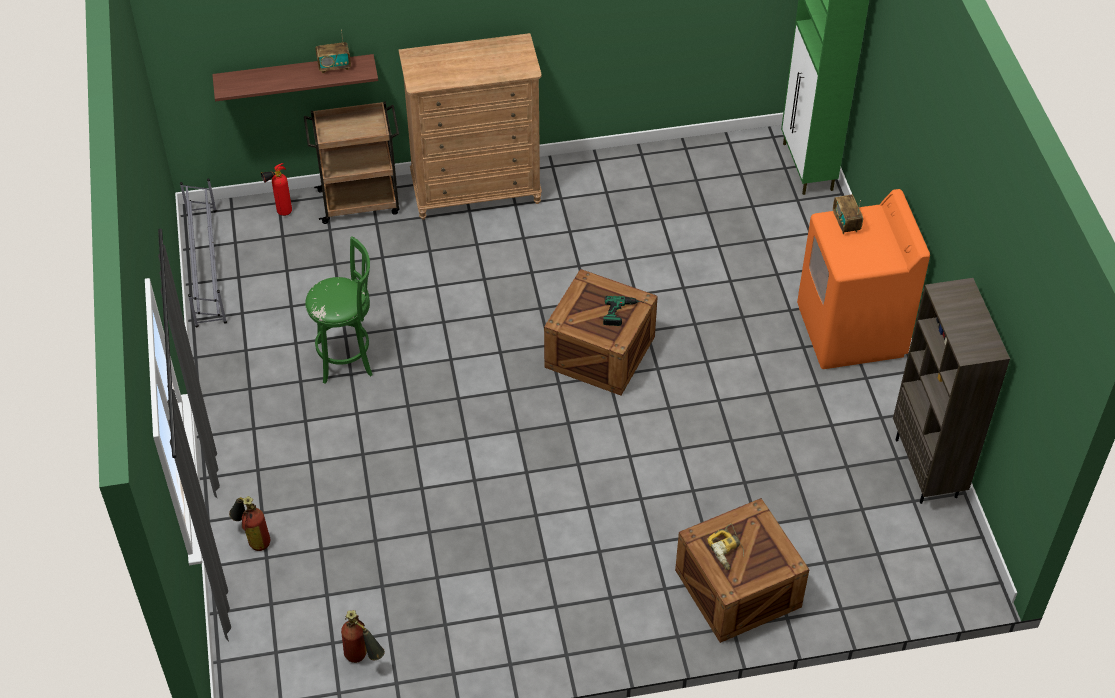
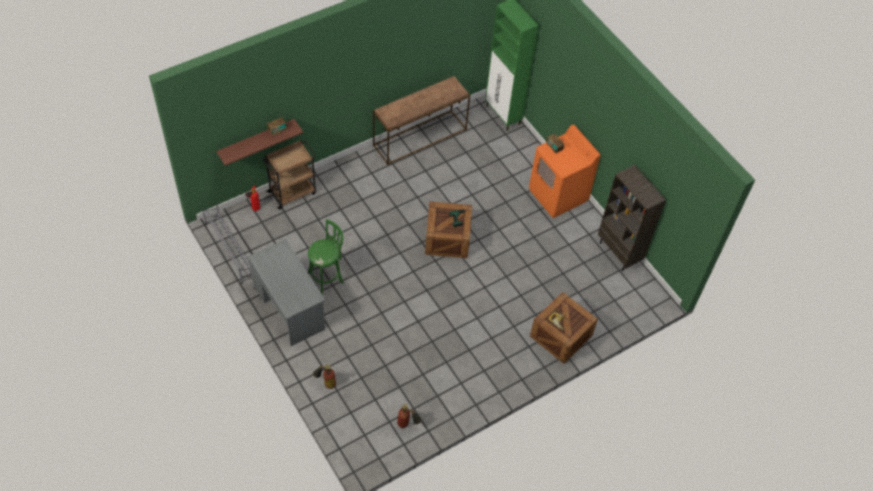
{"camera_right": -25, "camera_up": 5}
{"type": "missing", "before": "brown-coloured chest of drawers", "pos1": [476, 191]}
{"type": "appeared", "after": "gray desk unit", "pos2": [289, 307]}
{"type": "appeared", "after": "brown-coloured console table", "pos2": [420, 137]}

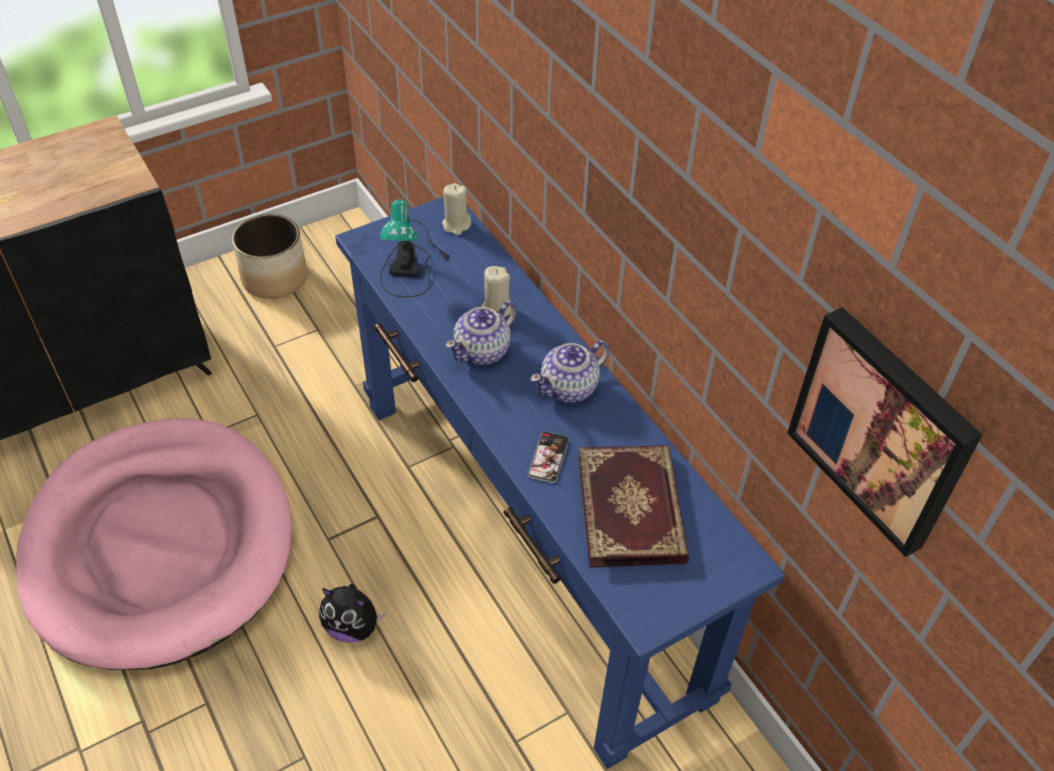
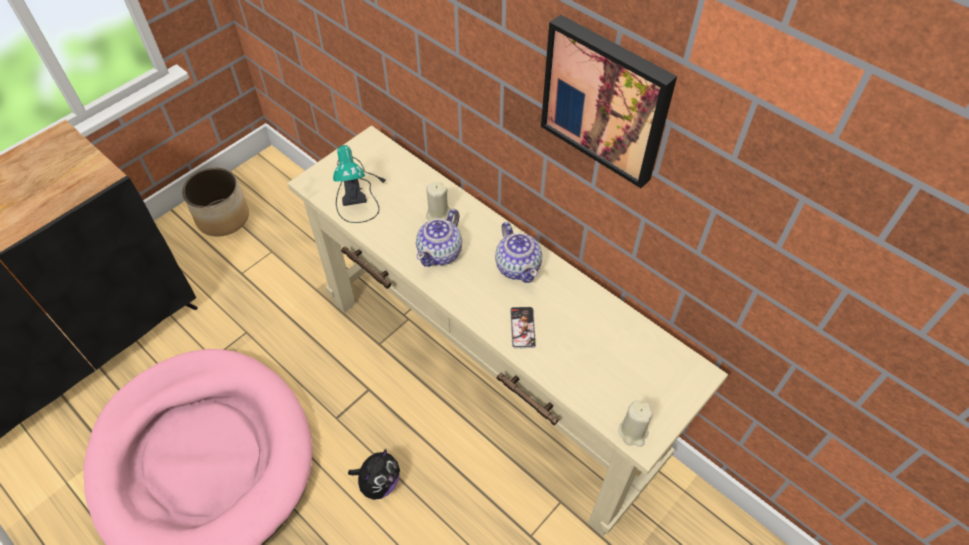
{"camera_right": -15, "camera_up": 5}
{"type": "missing", "before": "book", "pos1": [633, 508]}
{"type": "relocated", "before": "sand-coloured candle", "pos1": [456, 225], "pos2": [633, 432]}
{"type": "relocated", "before": "wall picture", "pos1": [883, 429], "pos2": [607, 100]}
{"type": "colour", "before": "blue-coloured console table", "after": "sand-coloured console table", "pos1": [526, 540], "pos2": [487, 378]}
{"type": "spun", "before": "soft toy", "pos1": [353, 627], "pos2": [379, 482], "turn": -60}
{"type": "spun", "before": "tea pot", "pos1": [570, 388], "pos2": [518, 266], "turn": -60}

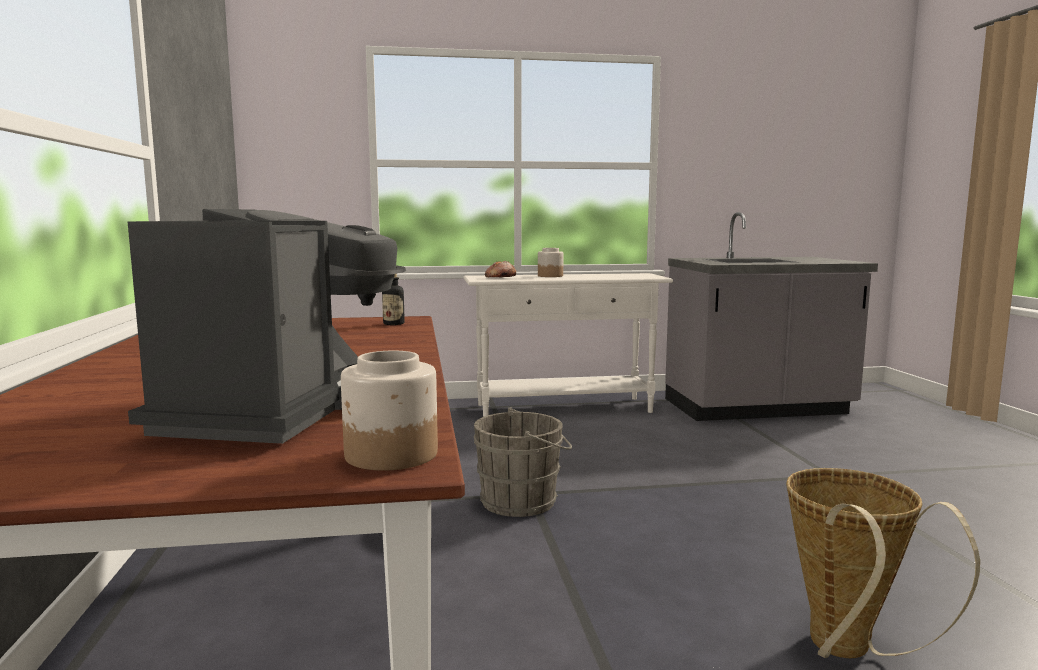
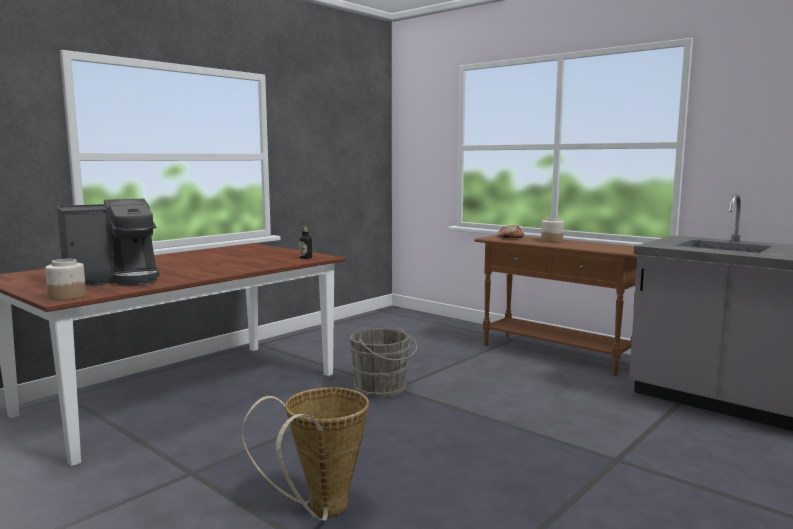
{"camera_right": 50, "camera_up": 0}
{"type": "colour", "before": "whitish console table", "after": "brown-coloured console table", "pos1": [564, 409], "pos2": [556, 354]}

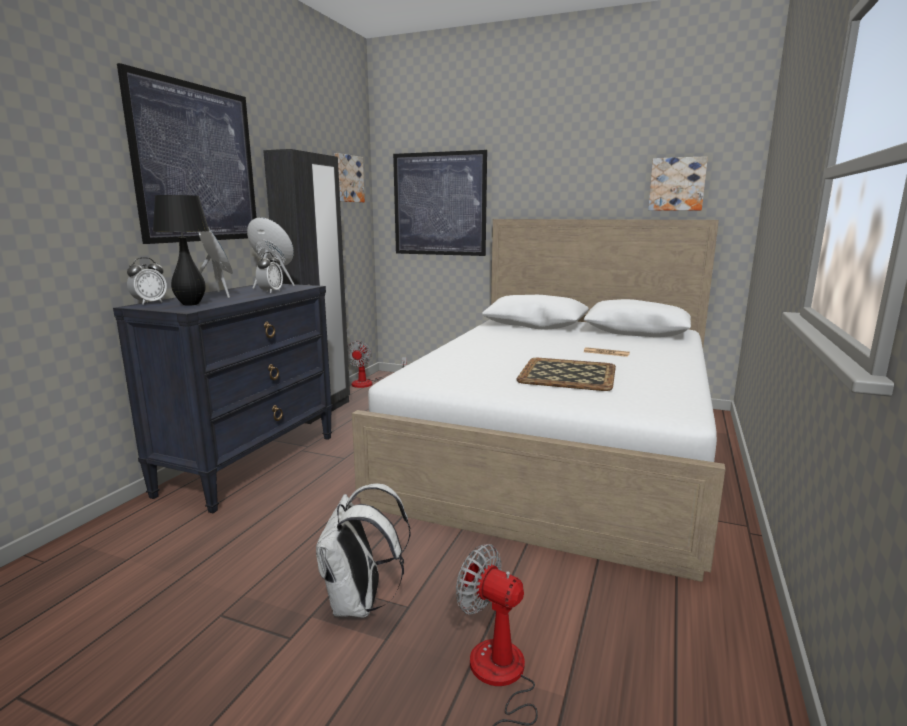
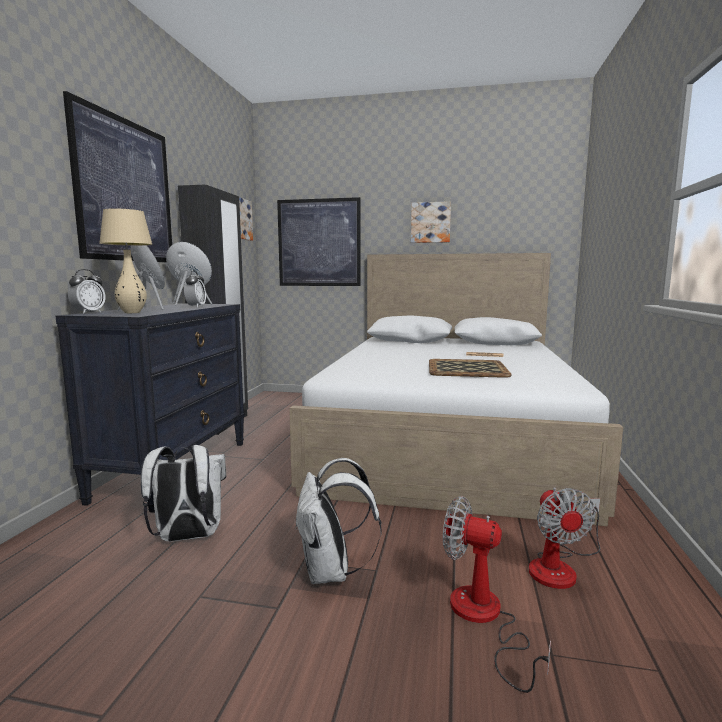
{"camera_right": -10, "camera_up": -5}
{"type": "appeared", "after": "whitish knapsack", "pos2": [187, 537]}
{"type": "relocated", "before": "cooling fan", "pos1": [369, 383], "pos2": [560, 567]}
{"type": "relocated", "before": "wall picture", "pos1": [677, 184], "pos2": [430, 222]}
{"type": "colour", "before": "blackish table lamp", "after": "sand-coloured table lamp", "pos1": [191, 304], "pos2": [132, 313]}

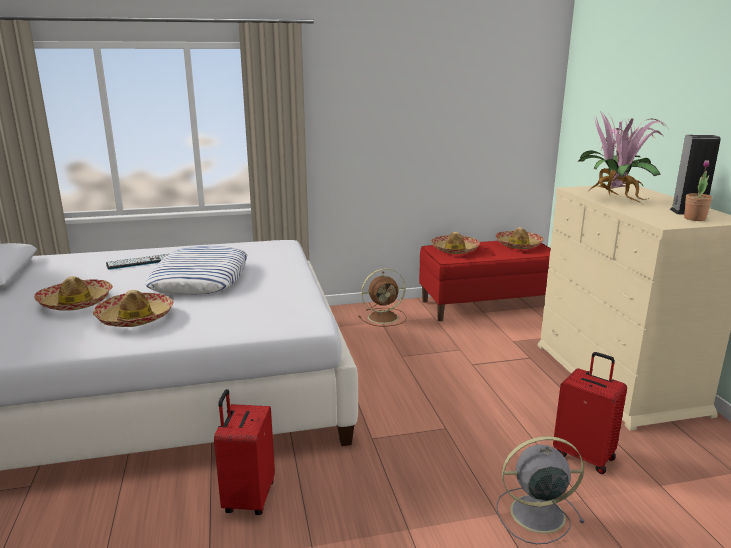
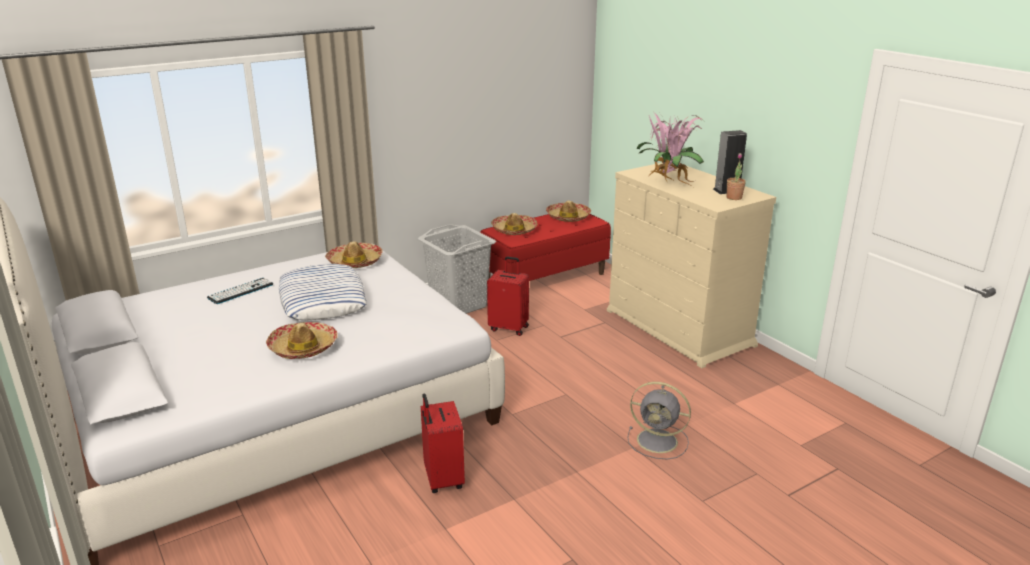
{"camera_right": -20, "camera_up": 5}
{"type": "relocated", "before": "hat", "pos1": [76, 302], "pos2": [355, 262]}
{"type": "relocated", "before": "red-coloured suitcase", "pos1": [584, 456], "pos2": [509, 328]}
{"type": "exchanged", "before": "brown-coloured cooling fan", "after": "gray laundry basket", "pos1": [384, 317], "pos2": [459, 305]}
{"type": "spun", "before": "gray cooling fan", "pos1": [535, 514], "pos2": [659, 441], "turn": -135}

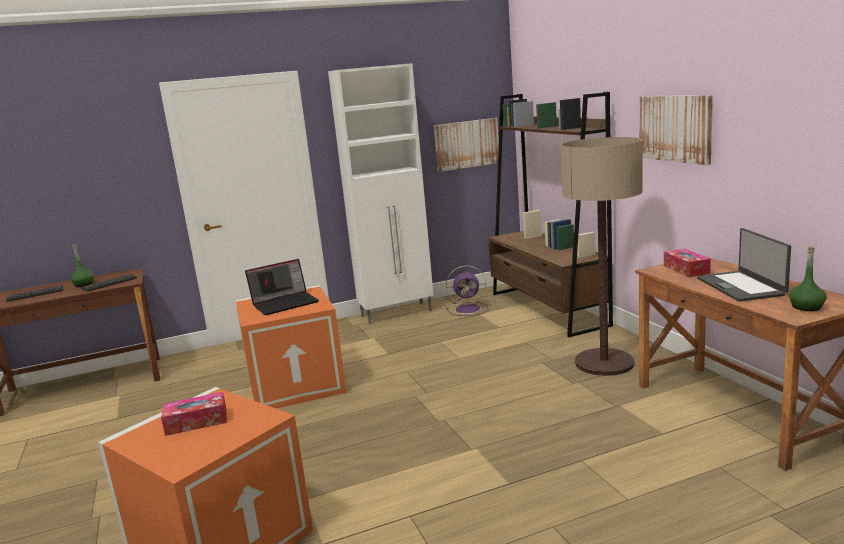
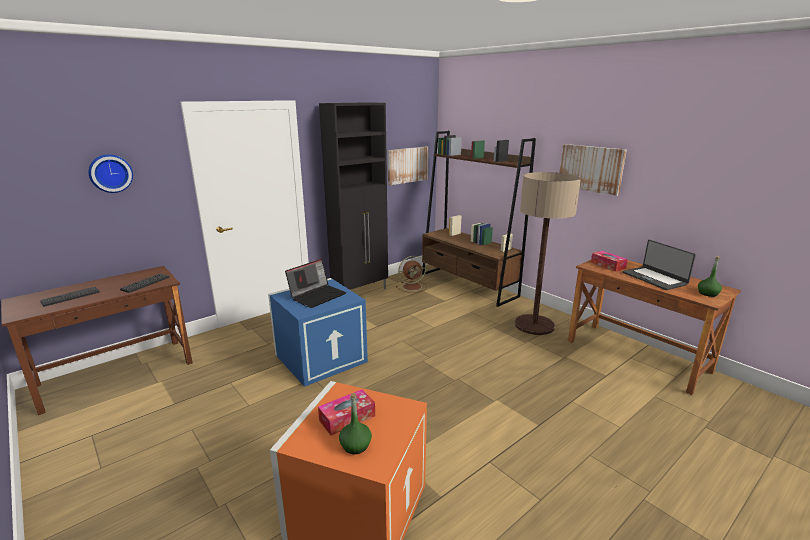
{"camera_right": -20, "camera_up": 5}
{"type": "appeared", "after": "wall clock", "pos2": [110, 173]}
{"type": "relocated", "before": "greenish beverage bottle", "pos1": [84, 284], "pos2": [355, 446]}
{"type": "colour", "before": "orangey storage container", "after": "blue-coloured storage container", "pos1": [297, 383], "pos2": [321, 357]}
{"type": "colour", "before": "whitish storage cabinet", "after": "blackish storage cabinet", "pos1": [397, 313], "pos2": [361, 291]}
{"type": "colour", "before": "purple cooling fan", "after": "brown-coloured cooling fan", "pos1": [469, 309], "pos2": [413, 287]}

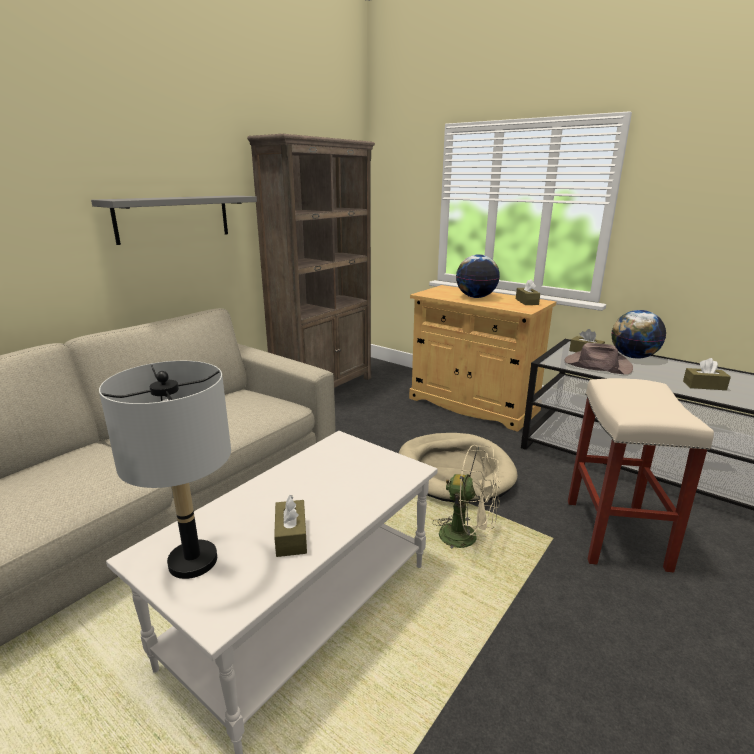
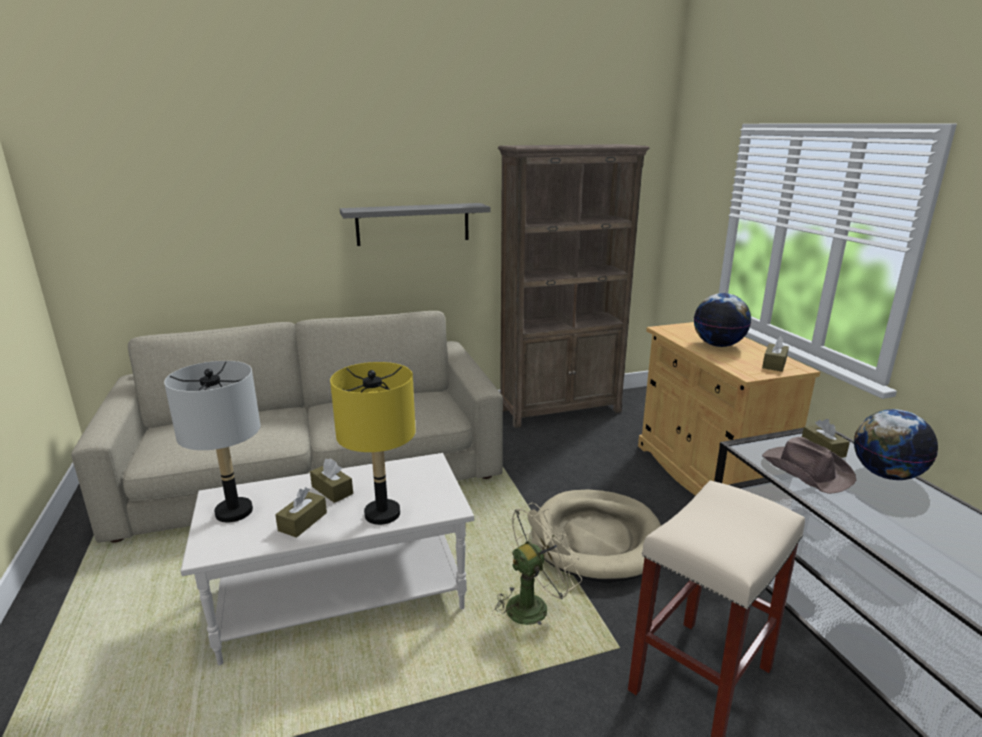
{"camera_right": 35, "camera_up": 0}
{"type": "appeared", "after": "yellow table lamp", "pos2": [382, 514]}
{"type": "relocated", "before": "brown-coloured tissue holder", "pos1": [704, 385], "pos2": [332, 490]}
{"type": "spun", "before": "sand-coloured cooling fan", "pos1": [467, 537], "pos2": [534, 605], "turn": -90}

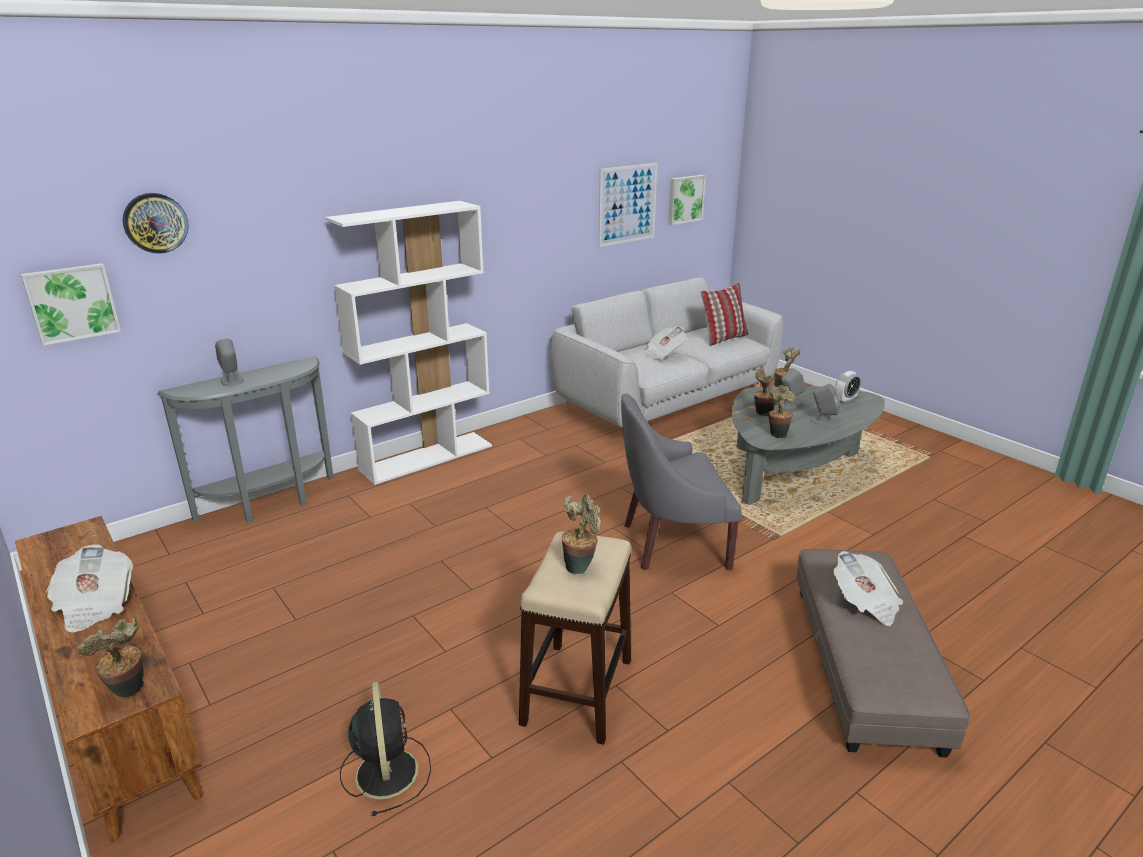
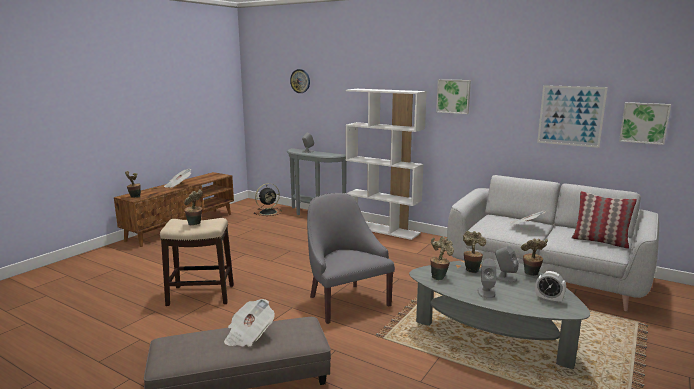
{"camera_right": 70, "camera_up": -10}
{"type": "relocated", "before": "wall picture", "pos1": [72, 303], "pos2": [453, 96]}
{"type": "relocated", "before": "blackish cooling fan", "pos1": [386, 770], "pos2": [269, 212]}

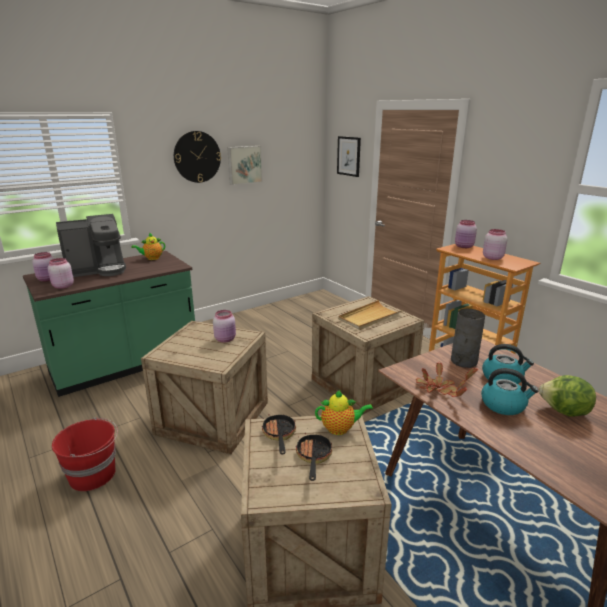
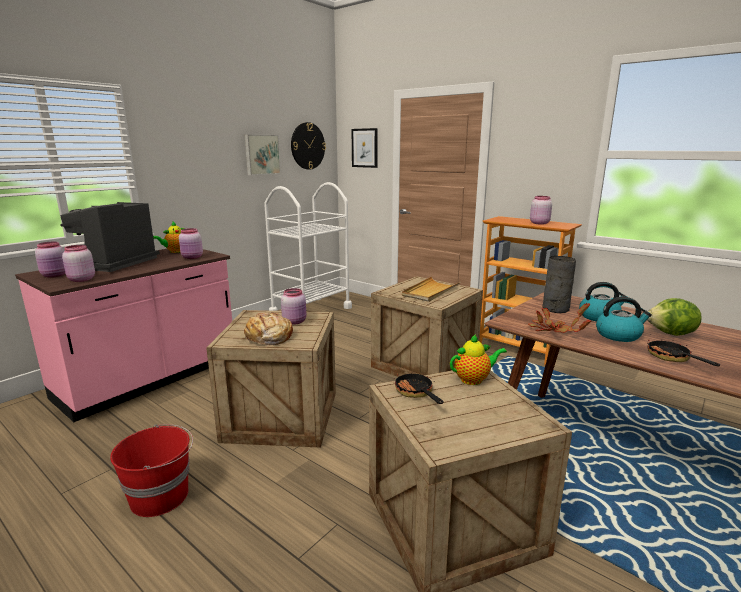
{"camera_right": -15, "camera_up": -5}
{"type": "appeared", "after": "baked bread", "pos2": [268, 337]}
{"type": "appeared", "after": "whitish wheeled cart", "pos2": [311, 311]}
{"type": "relocated", "before": "wall clock", "pos1": [197, 157], "pos2": [307, 146]}
{"type": "relocated", "before": "frying pan", "pos1": [313, 457], "pos2": [672, 358]}
{"type": "relocated", "before": "pink storage jar", "pos1": [464, 246], "pos2": [192, 257]}
{"type": "colour", "before": "greenish counter", "after": "pink counter", "pos1": [126, 366], "pos2": [150, 380]}
{"type": "spun", "before": "coffee brewer", "pos1": [97, 270], "pos2": [114, 264], "turn": 150}

